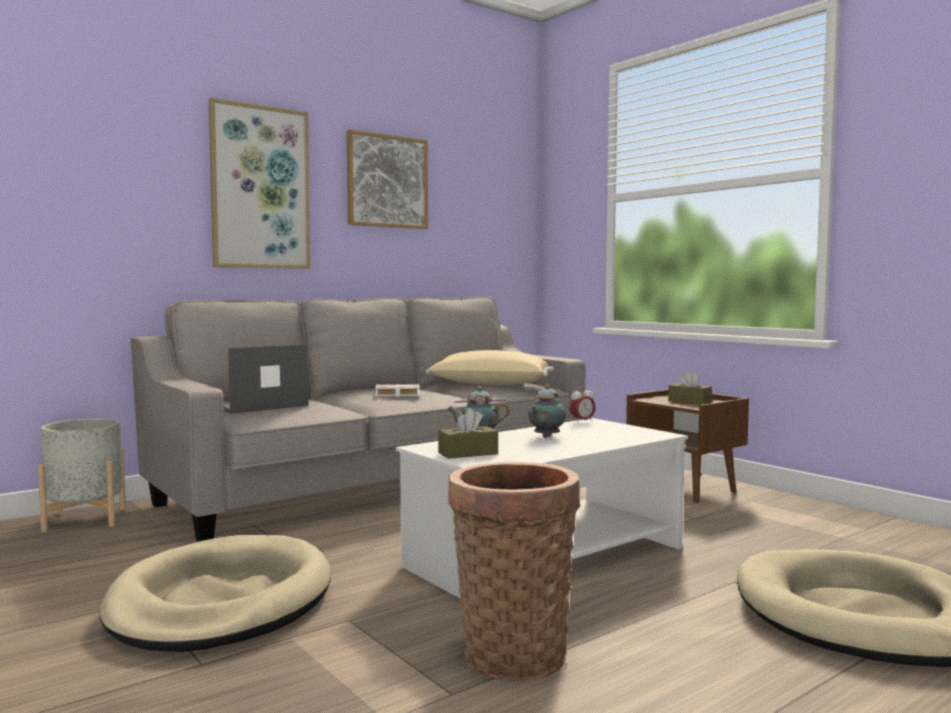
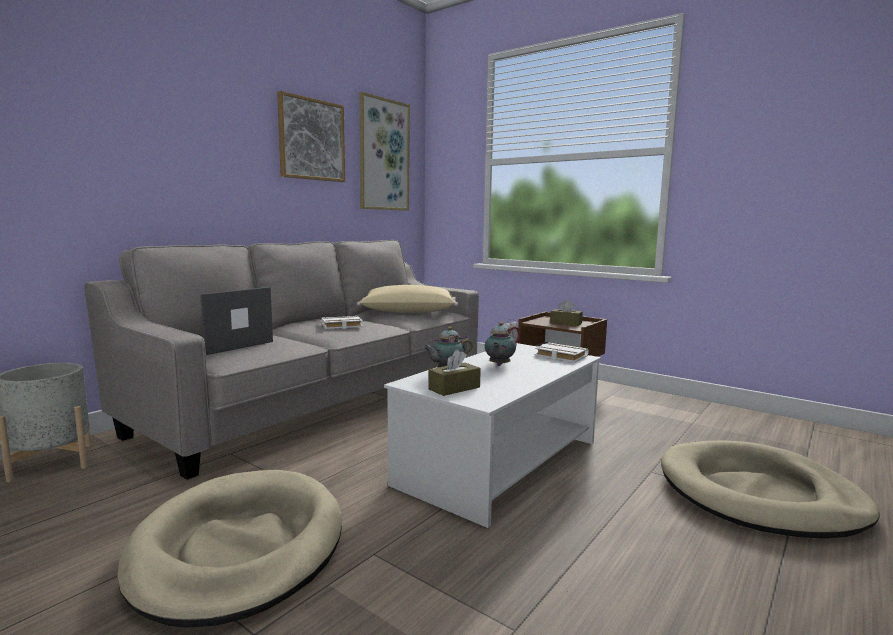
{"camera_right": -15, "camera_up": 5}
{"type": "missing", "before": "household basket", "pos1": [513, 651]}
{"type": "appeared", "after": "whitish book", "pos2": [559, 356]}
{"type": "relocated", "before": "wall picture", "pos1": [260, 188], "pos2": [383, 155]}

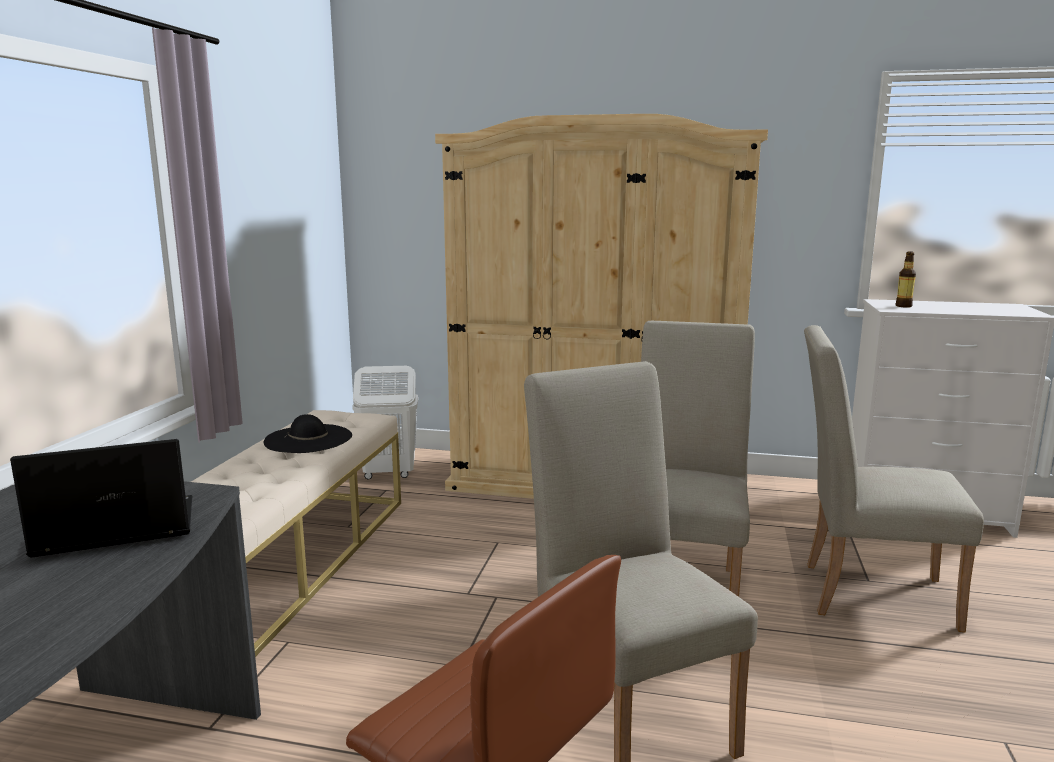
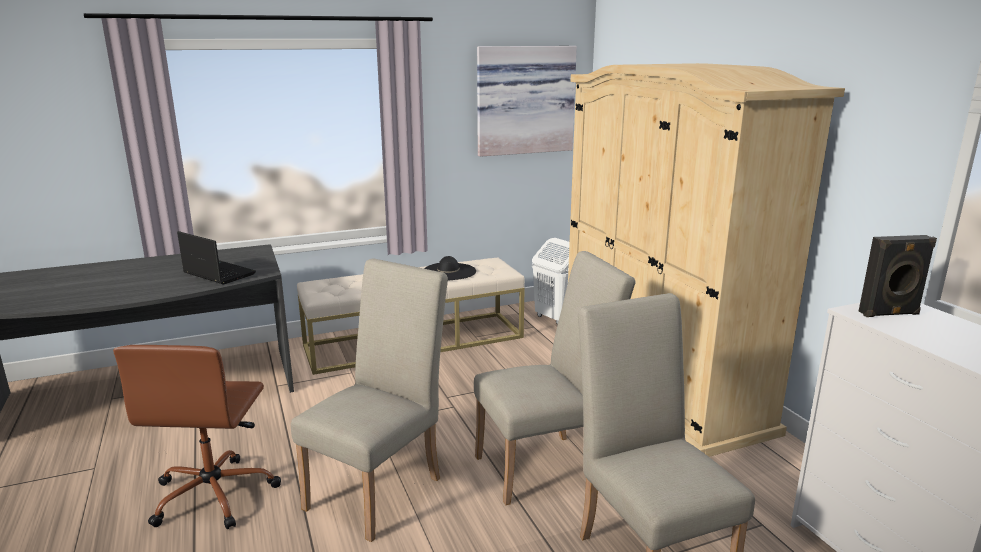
{"camera_right": 55, "camera_up": 5}
{"type": "appeared", "after": "wall picture", "pos2": [524, 100]}
{"type": "exchanged", "before": "beverage bottle", "after": "blackish audio speaker", "pos1": [903, 306], "pos2": [890, 314]}

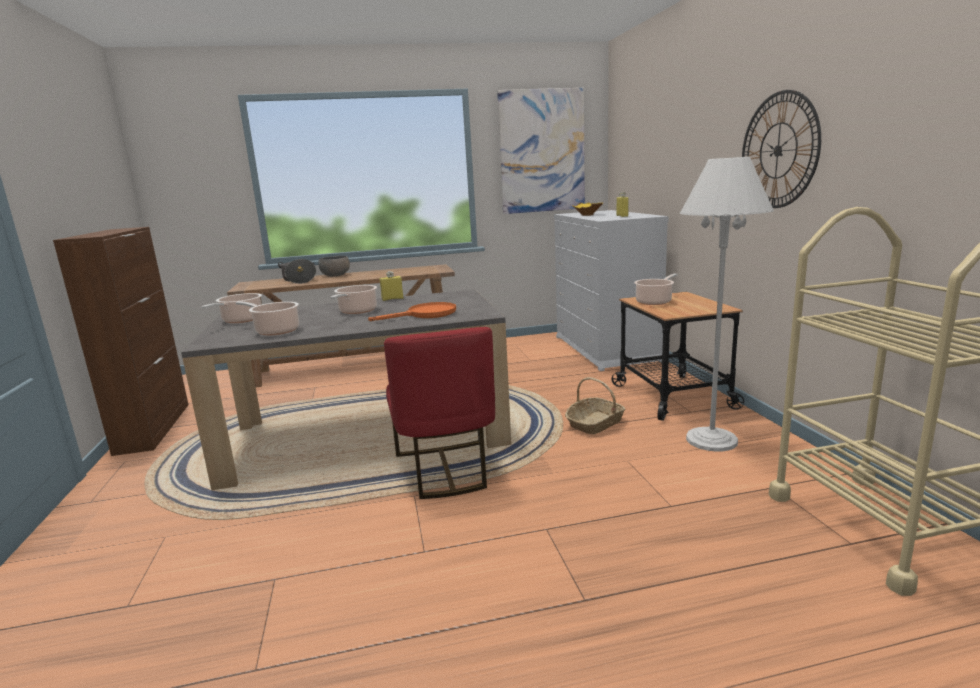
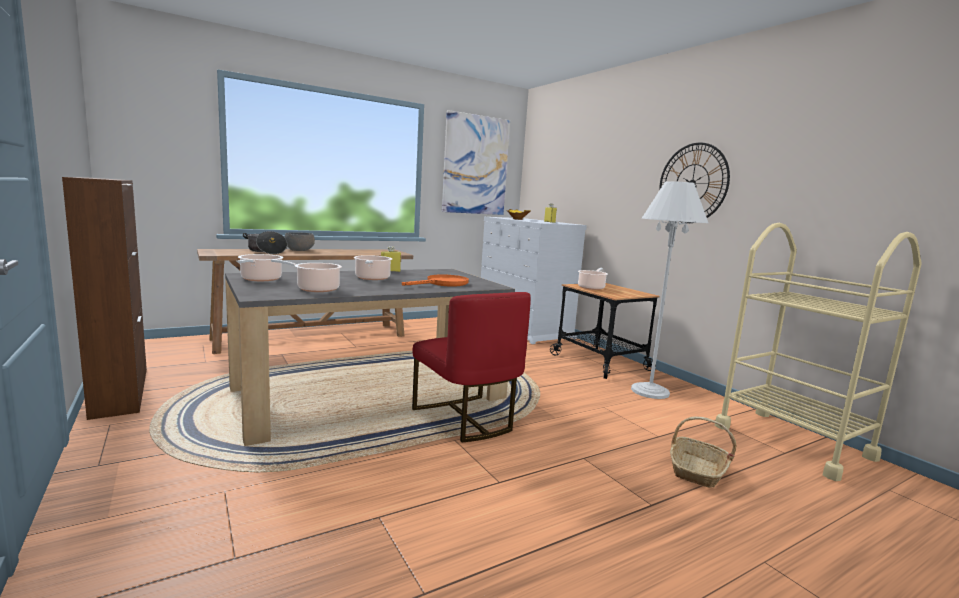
{"camera_right": -20, "camera_up": -5}
{"type": "relocated", "before": "household basket", "pos1": [595, 423], "pos2": [697, 470]}

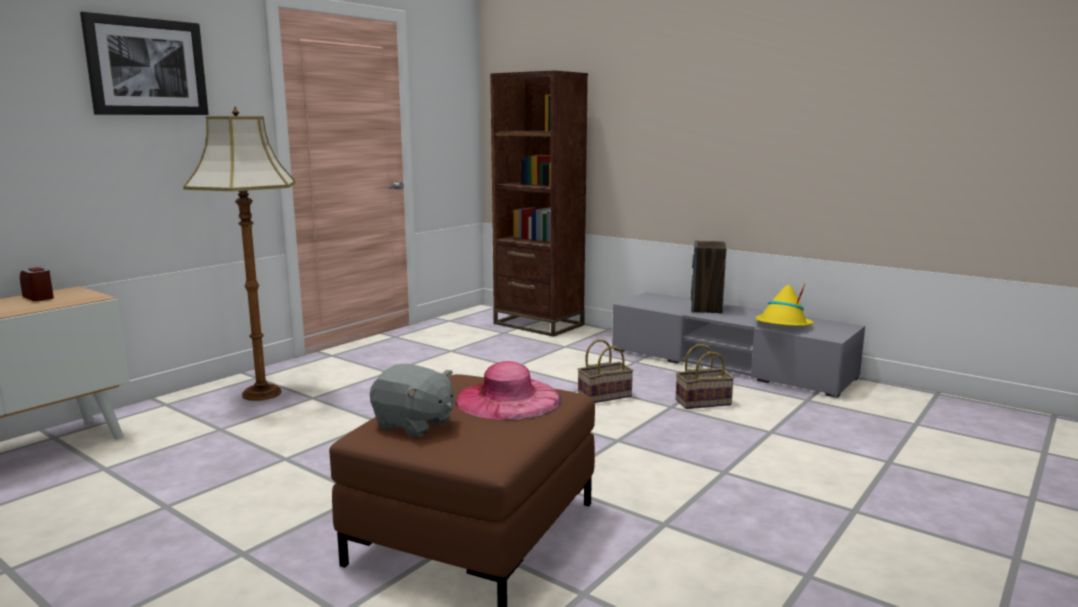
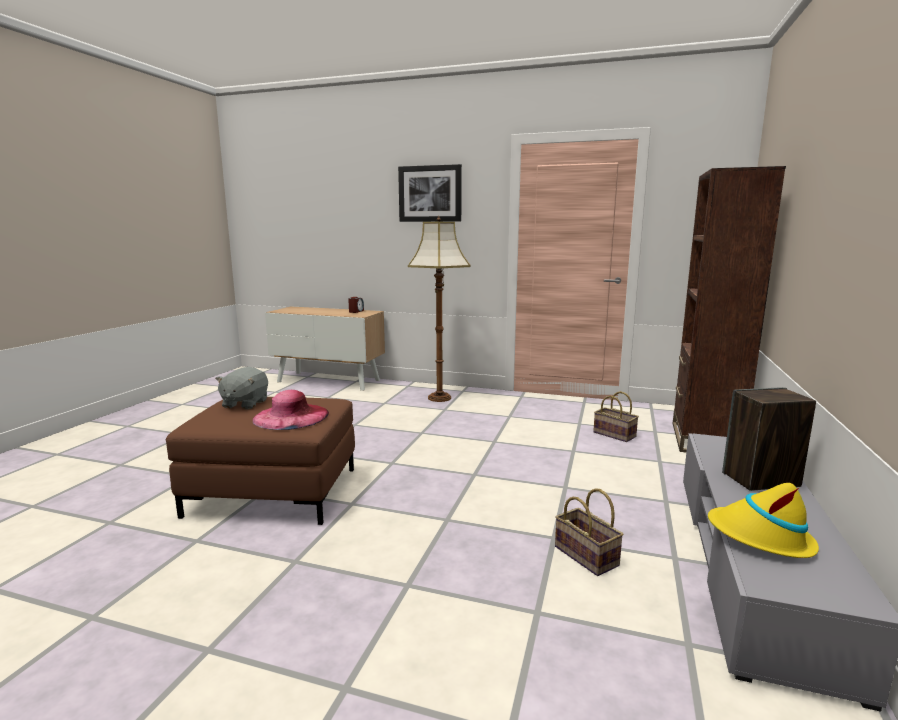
{"camera_right": 70, "camera_up": 0}
{"type": "relocated", "before": "household basket", "pos1": [605, 395], "pos2": [615, 434]}

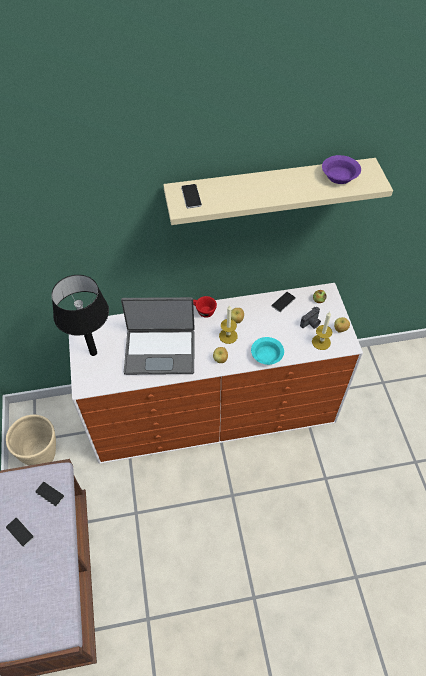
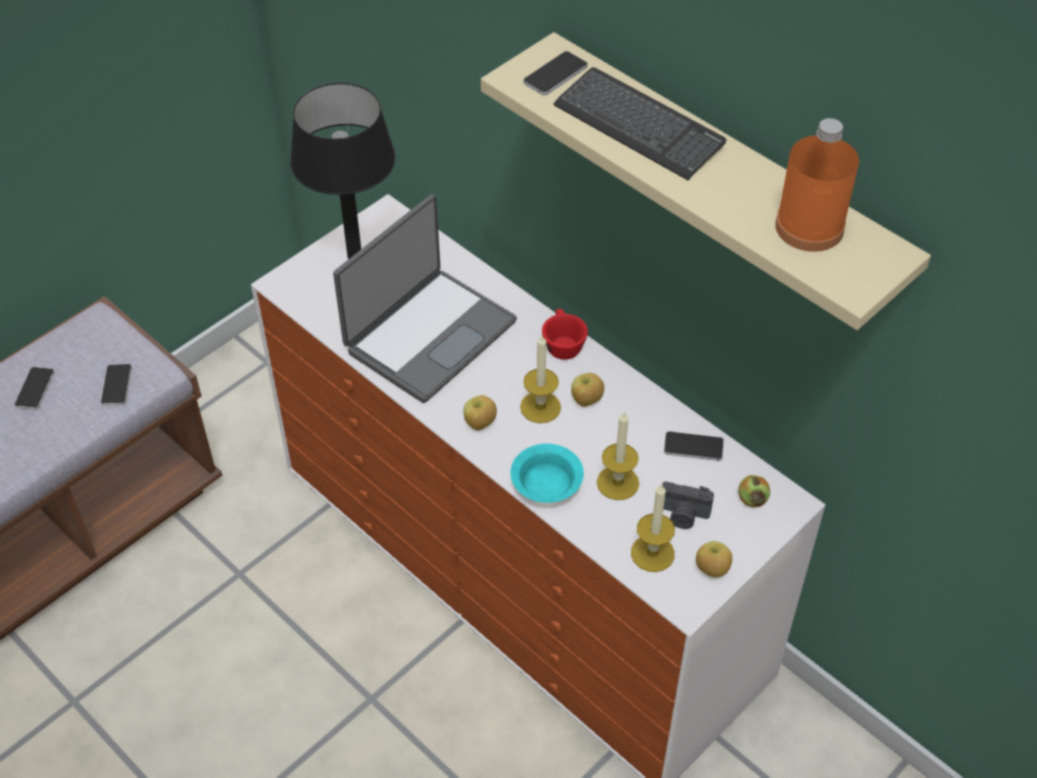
{"camera_right": 55, "camera_up": -5}
{"type": "missing", "before": "sand-coloured flower pot", "pos1": [42, 455]}
{"type": "appeared", "after": "computer keyboard", "pos2": [638, 126]}
{"type": "appeared", "after": "candle", "pos2": [617, 482]}
{"type": "exchanged", "before": "purple serving bowl", "after": "orangey beverage bottle", "pos1": [339, 177], "pos2": [809, 227]}
{"type": "spun", "before": "laptop", "pos1": [160, 351], "pos2": [428, 335], "turn": -105}

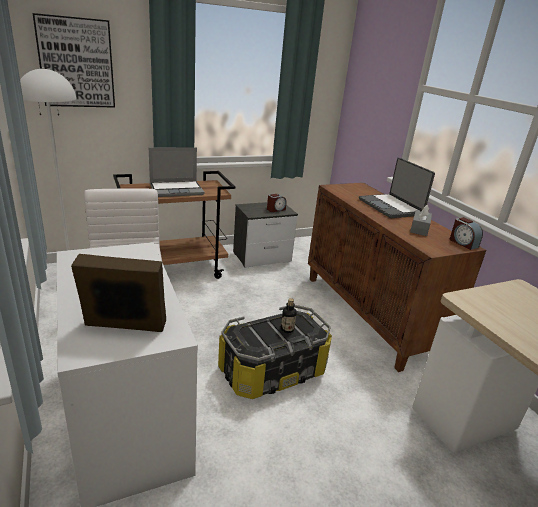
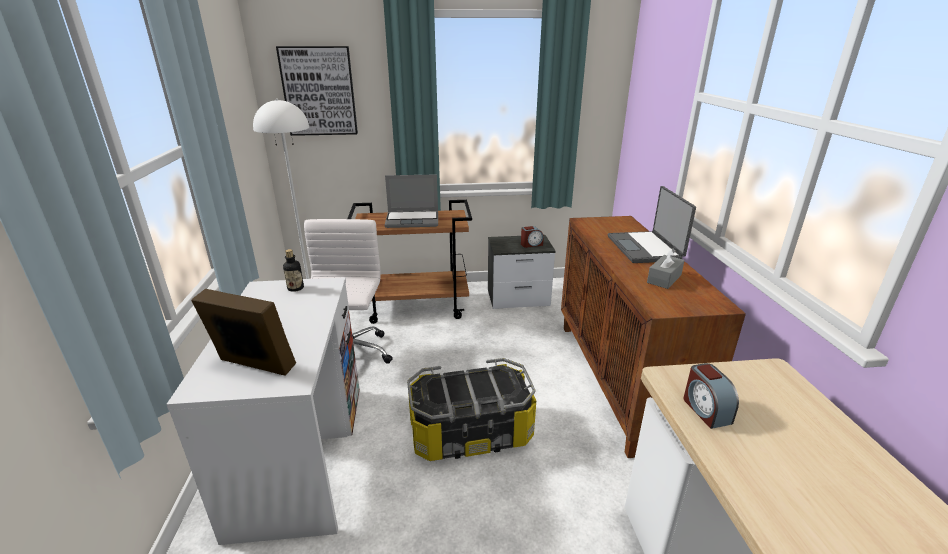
{"camera_right": 20, "camera_up": 0}
{"type": "relocated", "before": "beverage bottle", "pos1": [287, 329], "pos2": [295, 288]}
{"type": "relocated", "before": "alarm clock", "pos1": [463, 243], "pos2": [705, 410]}

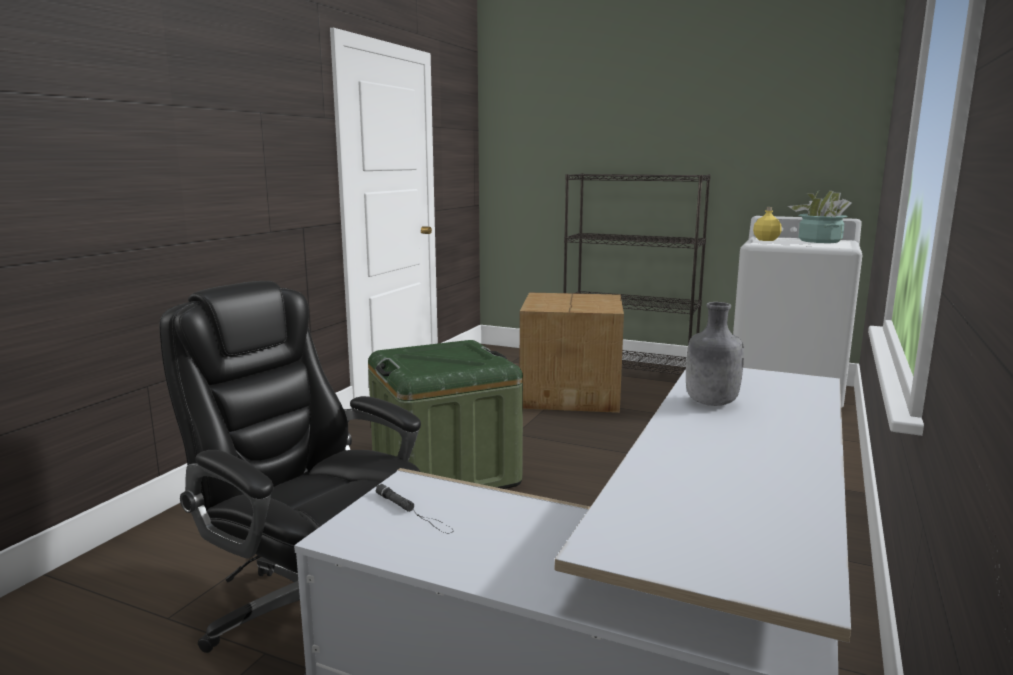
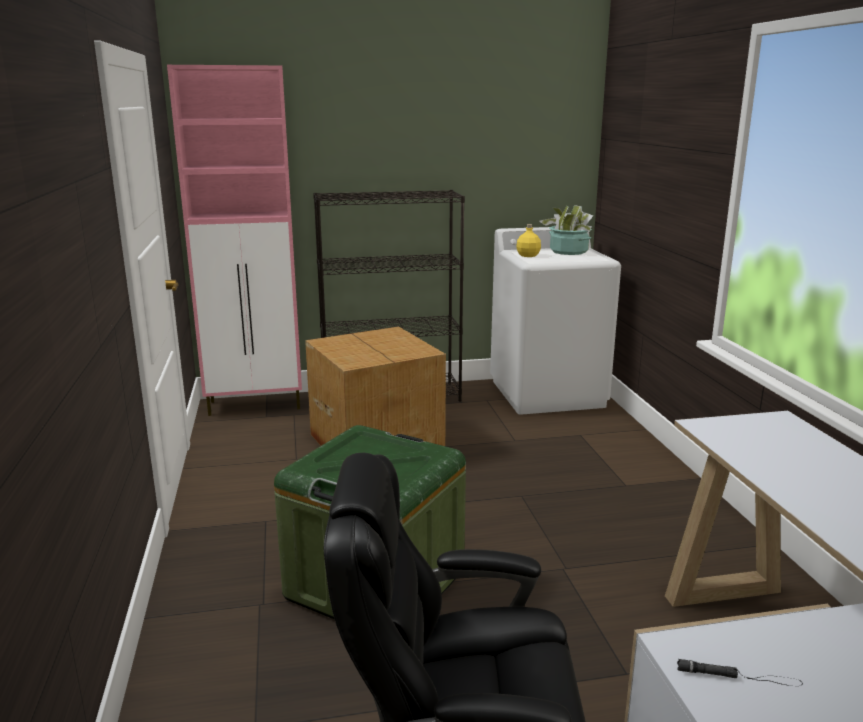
{"camera_right": -35, "camera_up": 5}
{"type": "missing", "before": "gray beverage bottle", "pos1": [710, 403]}
{"type": "appeared", "after": "pink storage cabinet", "pos2": [256, 405]}

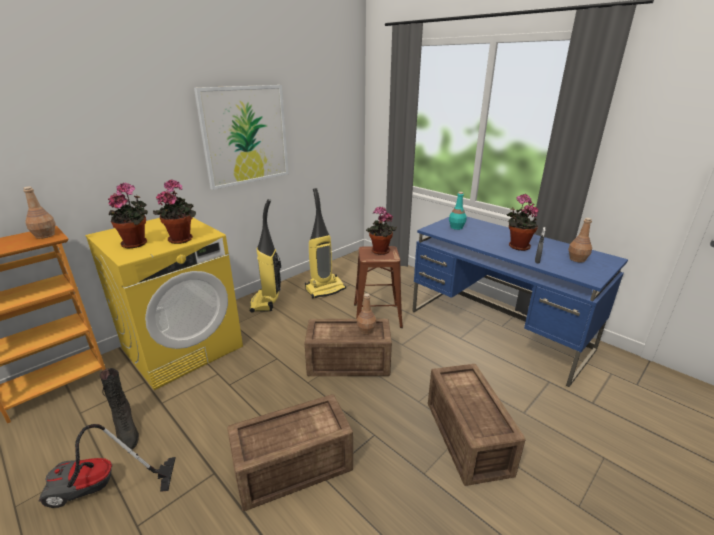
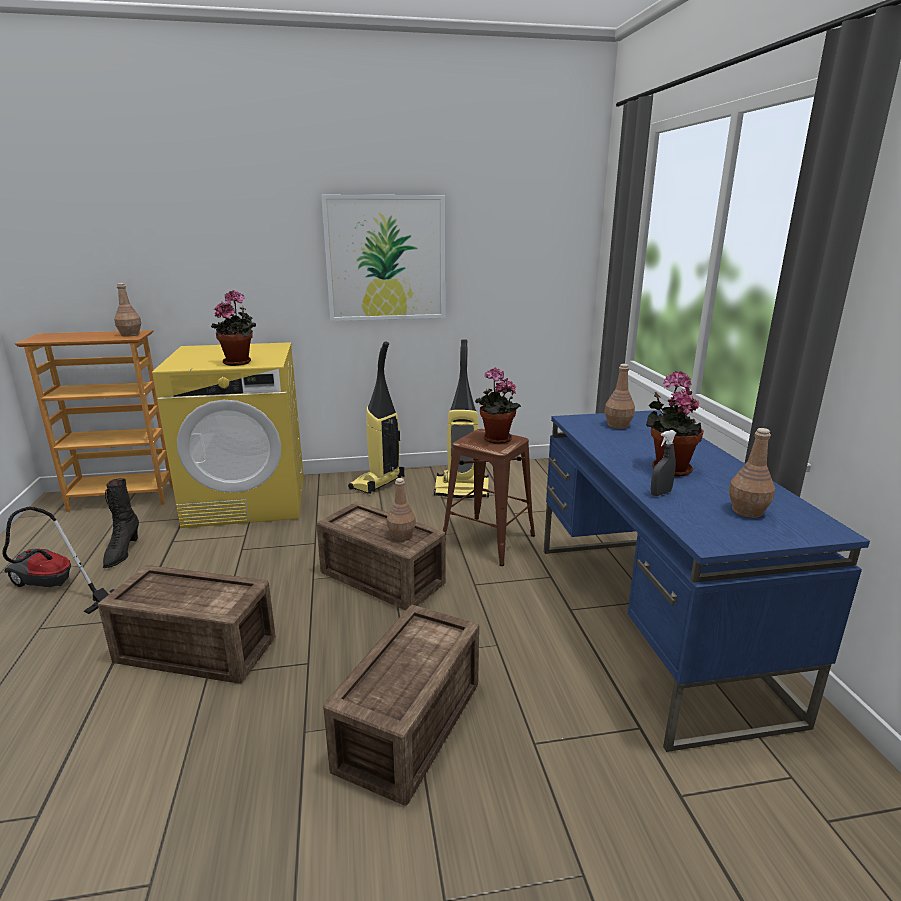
{"camera_right": 35, "camera_up": -5}
{"type": "missing", "before": "potted plant", "pos1": [137, 243]}
{"type": "colour", "before": "turquoise beverage bottle", "after": "brown-coloured beverage bottle", "pos1": [456, 227], "pos2": [617, 425]}

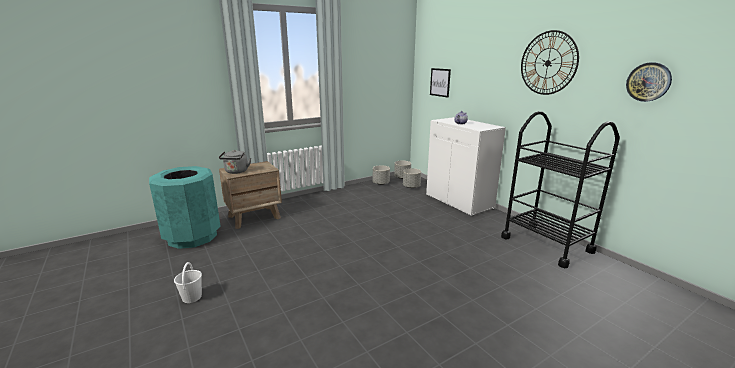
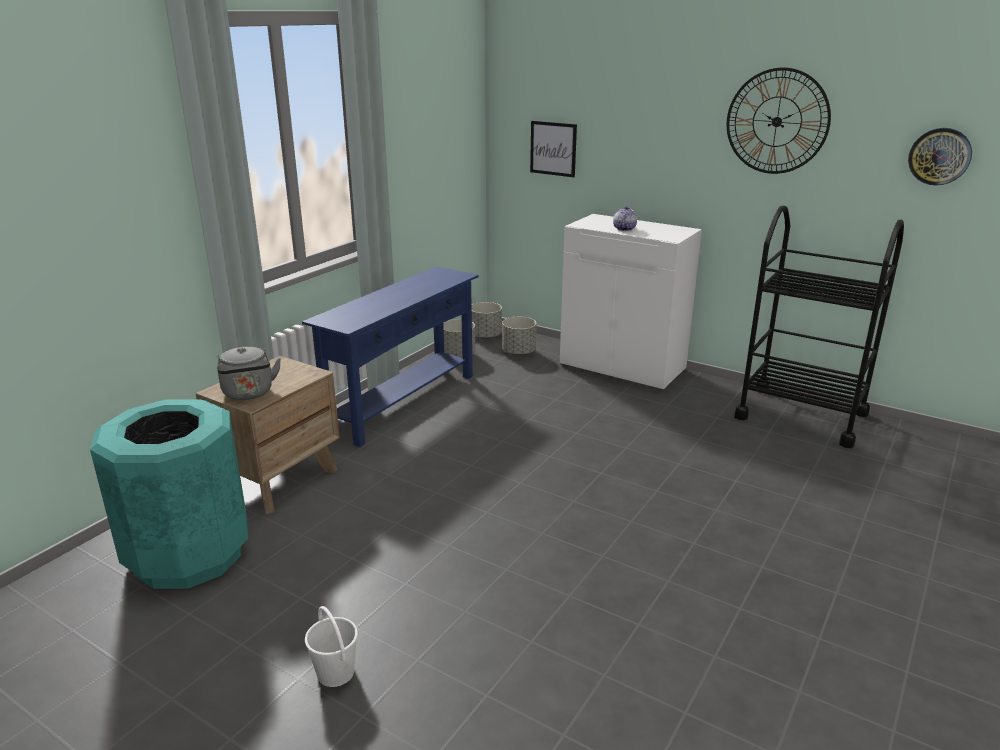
{"camera_right": -25, "camera_up": 5}
{"type": "appeared", "after": "blue-coloured console table", "pos2": [403, 402]}

